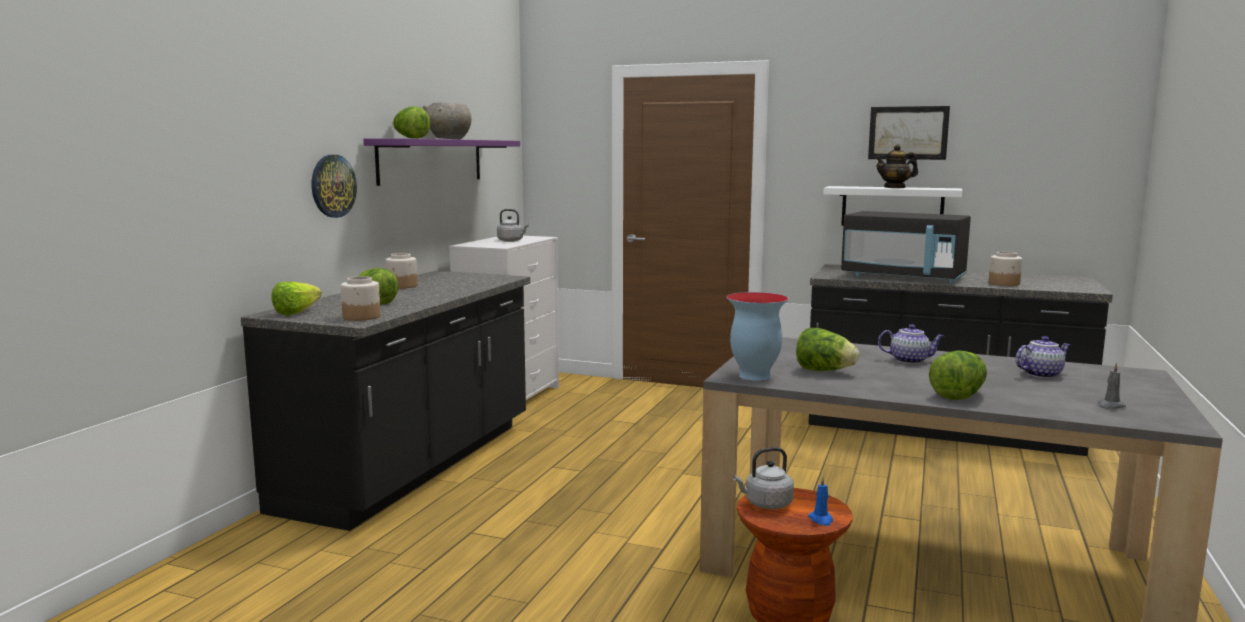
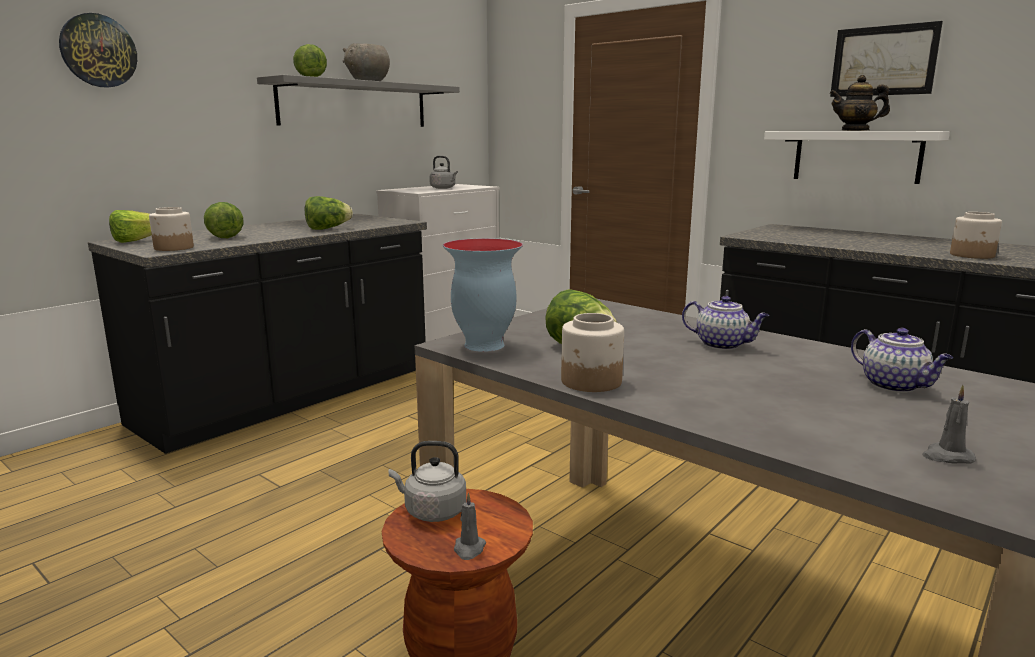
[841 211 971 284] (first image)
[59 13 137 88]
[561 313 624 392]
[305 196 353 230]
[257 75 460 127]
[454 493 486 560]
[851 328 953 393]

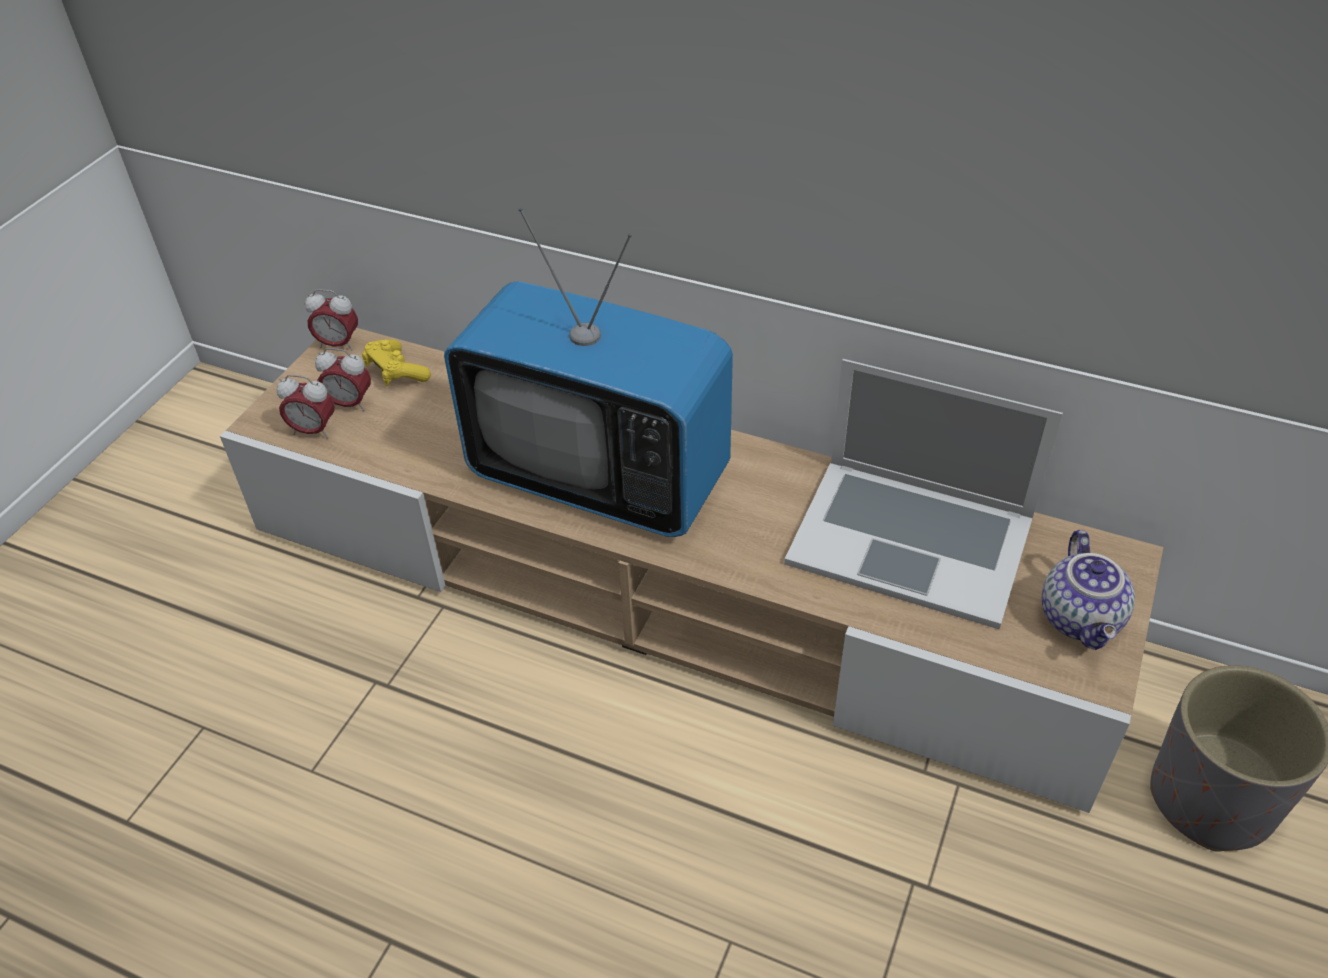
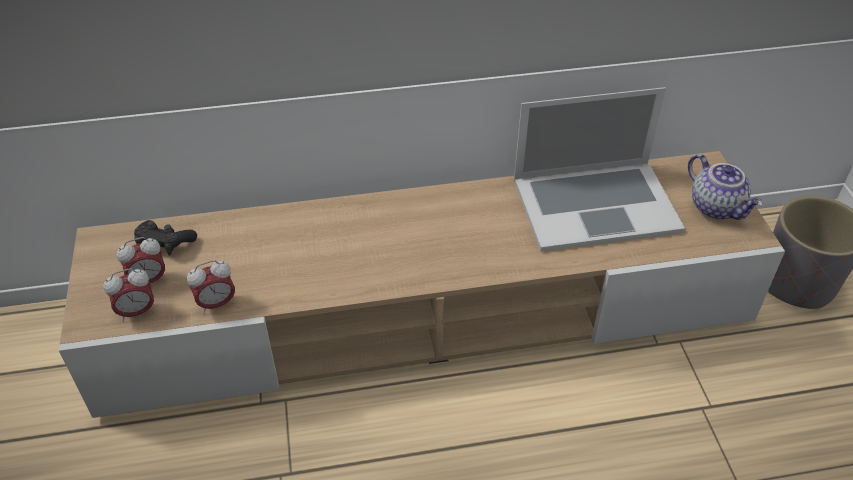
[444 208 733 537] (first image)
[187 260 235 314]
[134 220 197 256]

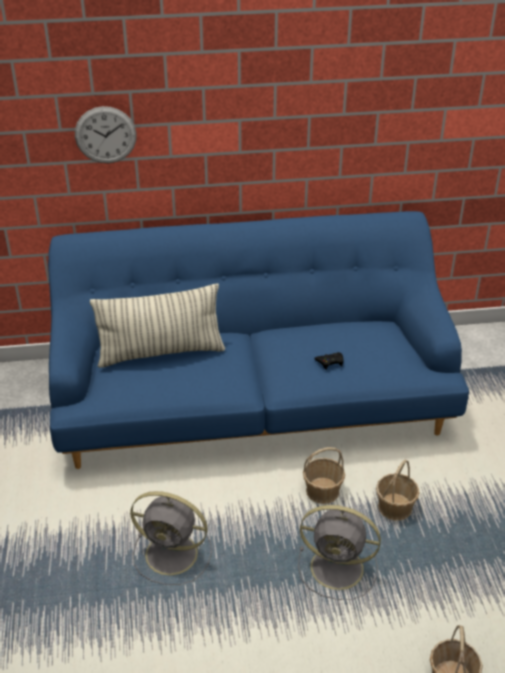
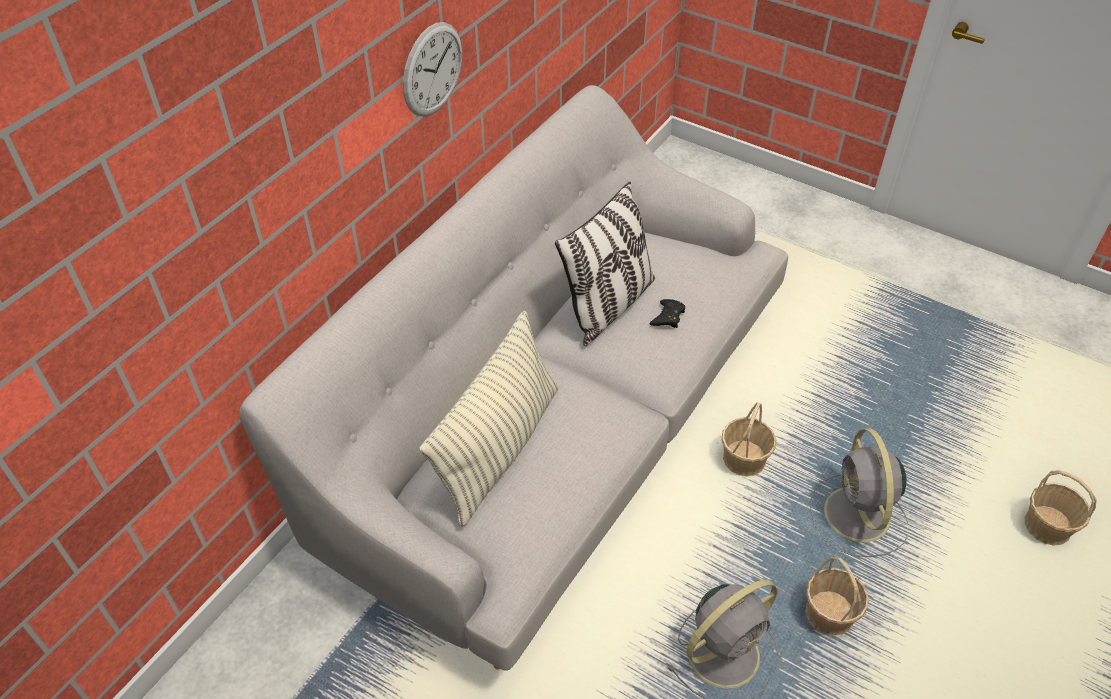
[555 181 655 346]
[403 22 462 117]
[806 556 869 636]
[239 85 788 671]
[810 429 908 557]

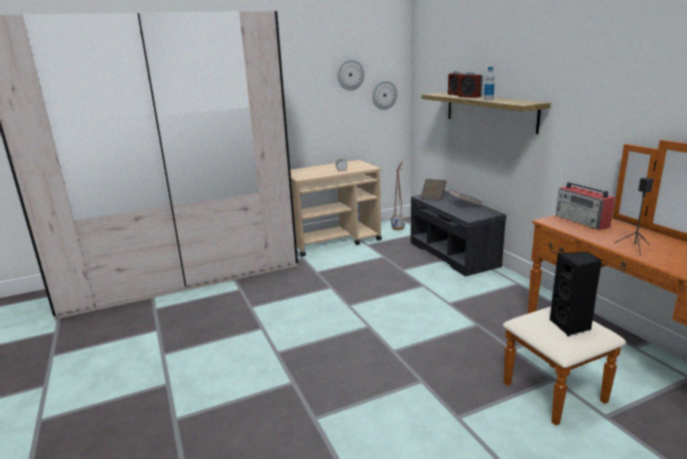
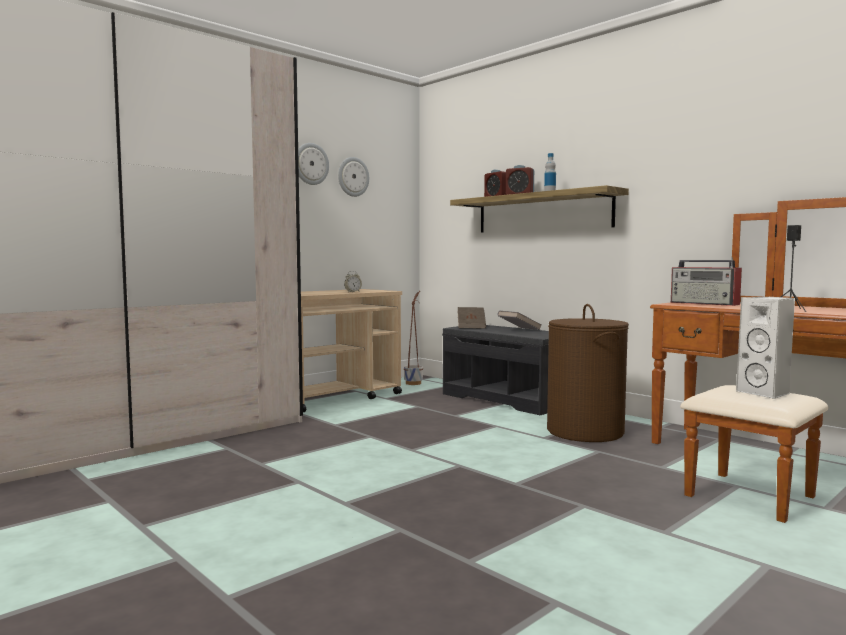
[547 304 629 442]
[298 143 329 185]
[736 297 795 399]

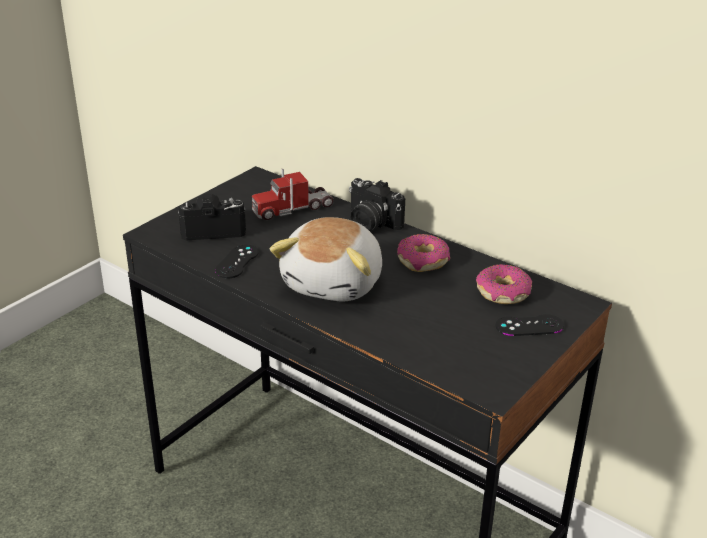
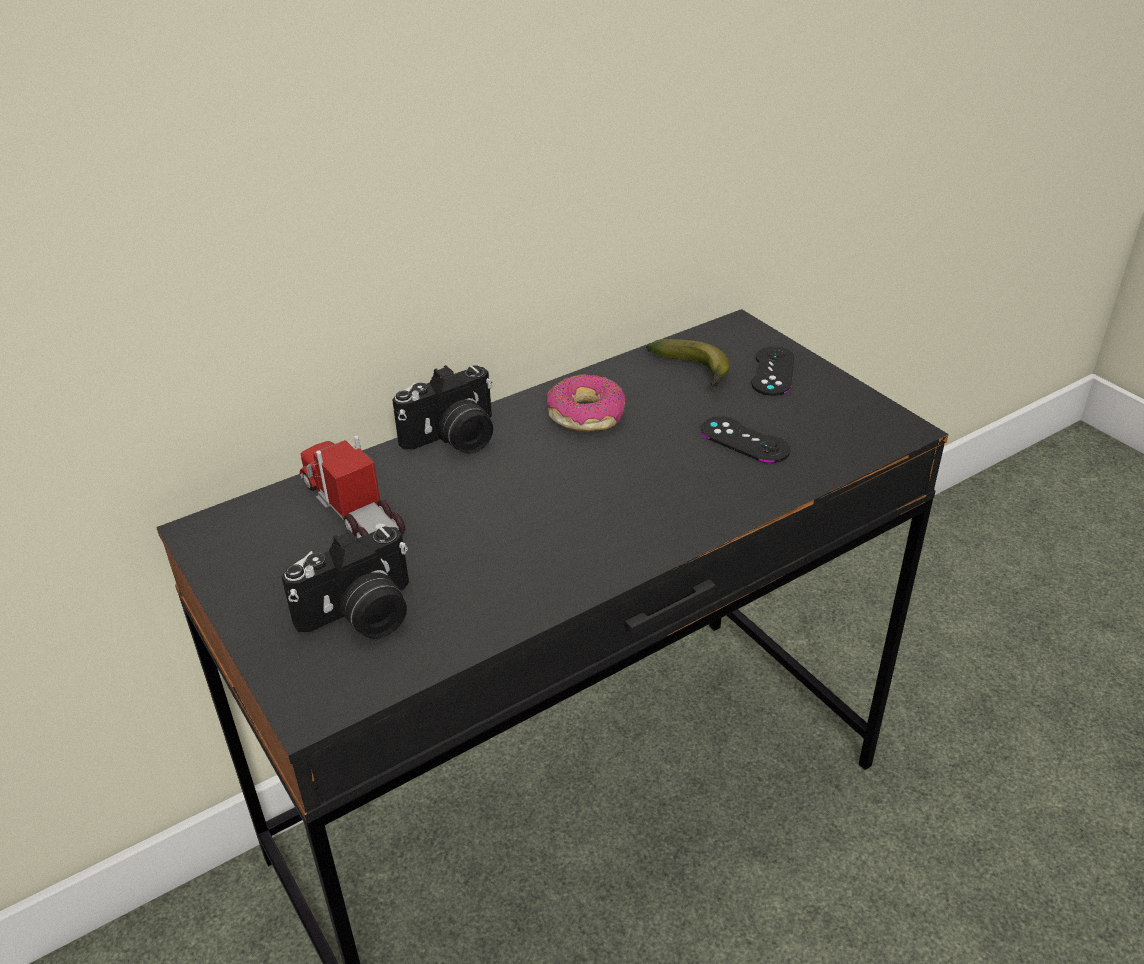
[270 217 382 301] (first image)
[701 416 791 463]
[646 339 730 388]
[281 527 409 639]
[300 435 405 539]

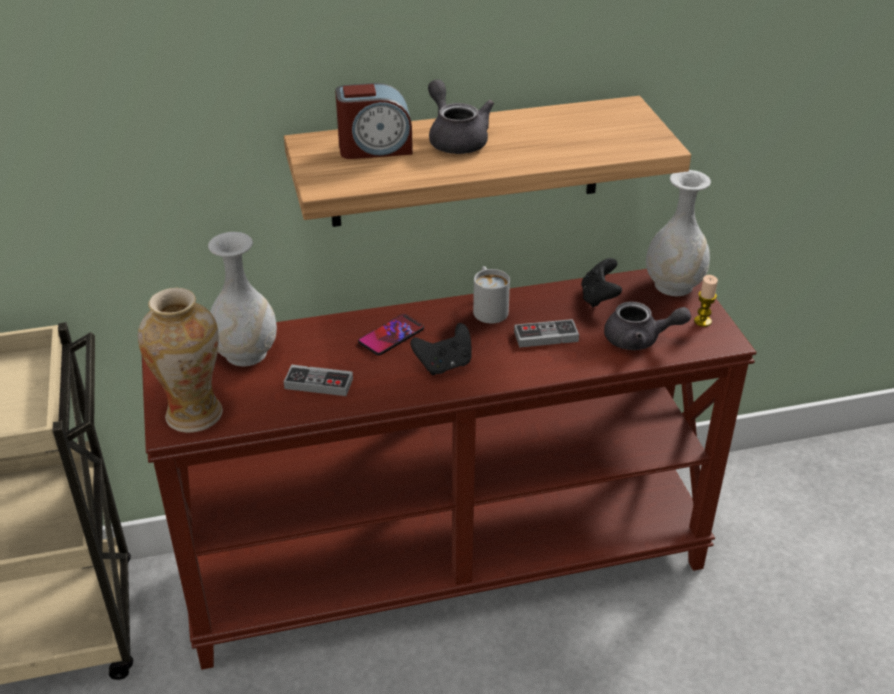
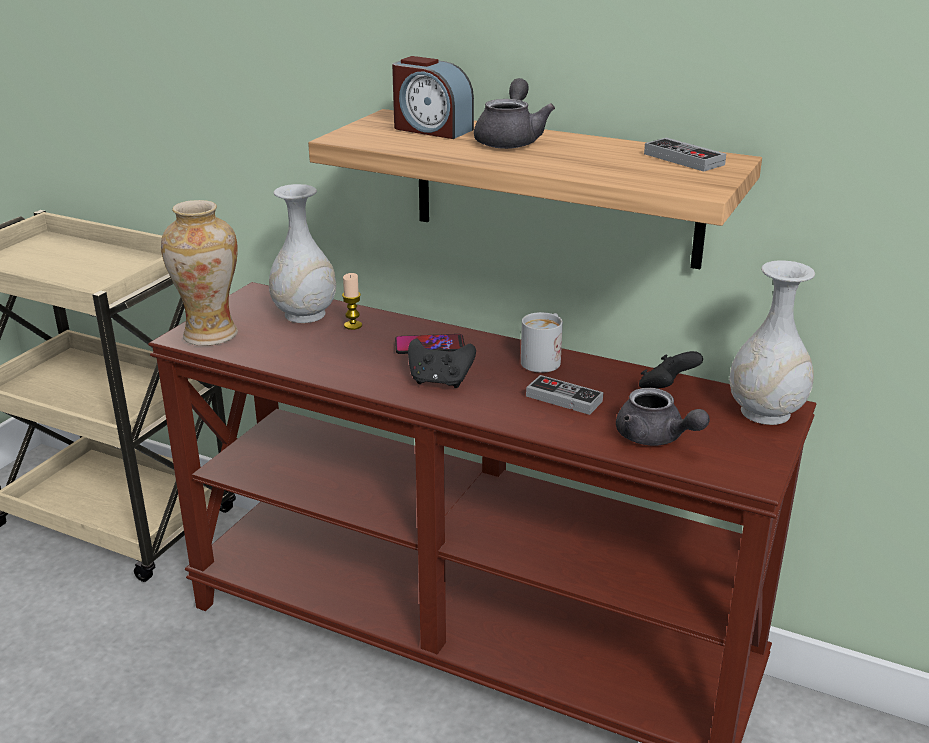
[644 138 726 172]
[342 273 362 330]

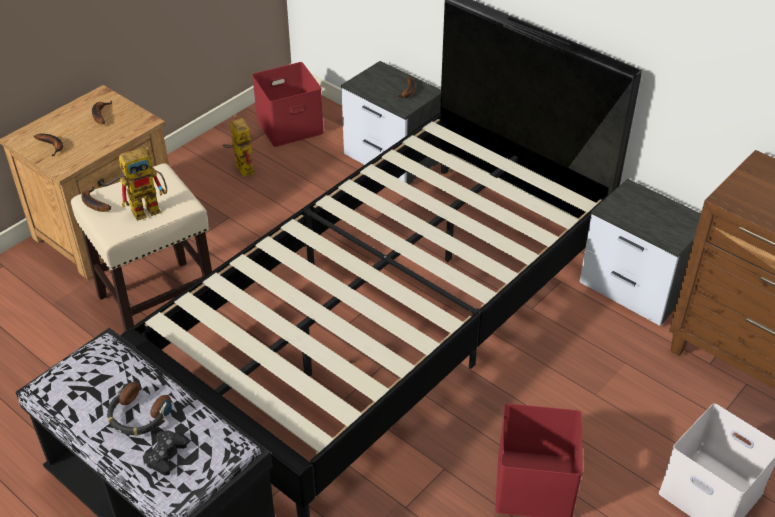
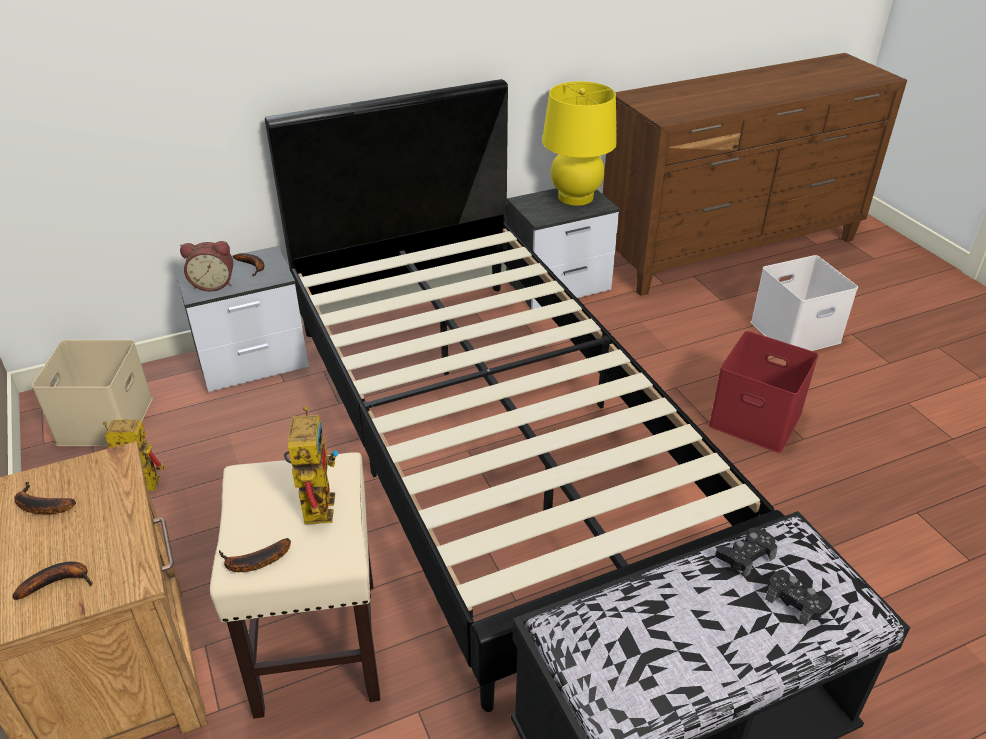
[107 382 172 436] (first image)
[180 241 233 292]
[542 81 617 206]
[715 528 778 577]
[31 340 153 446]

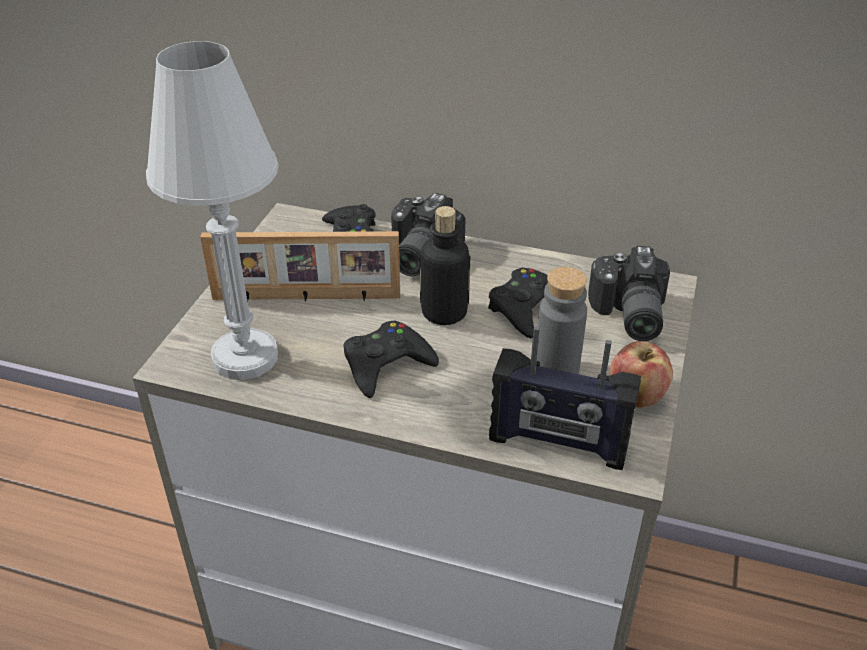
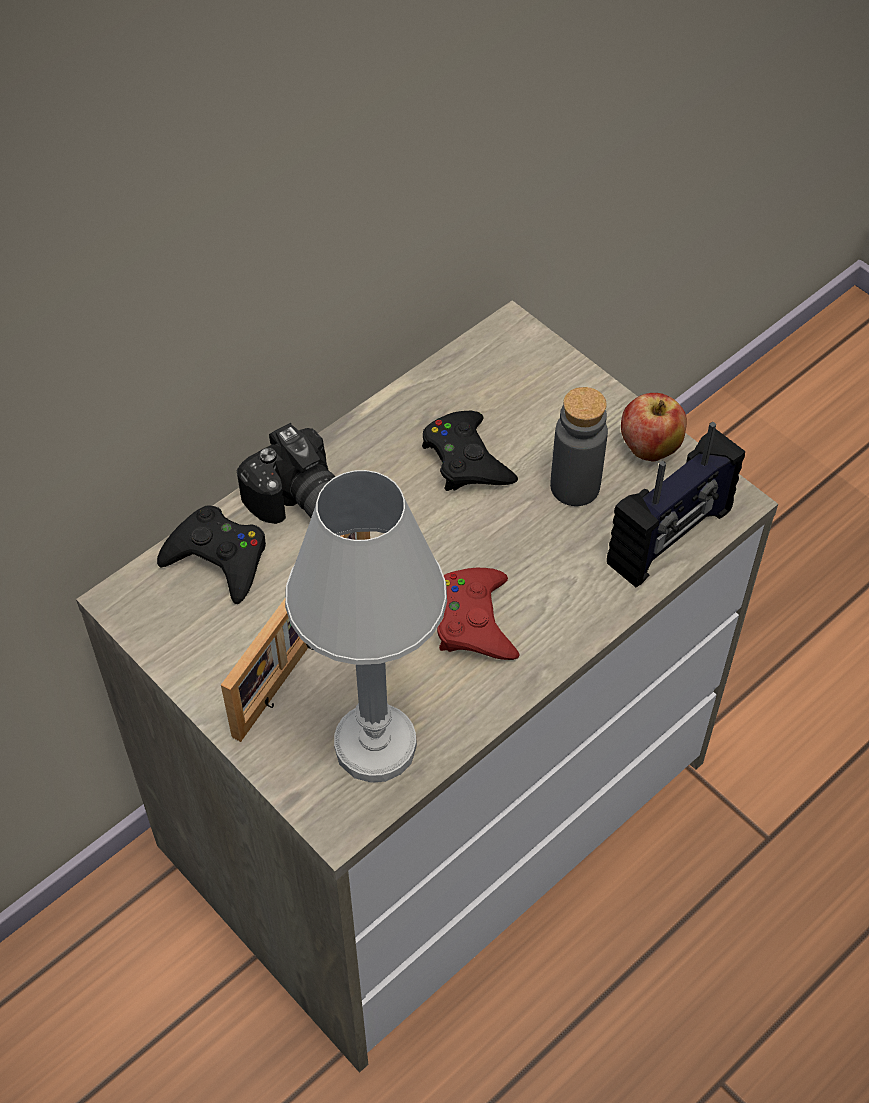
[420 206 470 325] (first image)
[588 246 670 341] (first image)
[437 568 519 660]

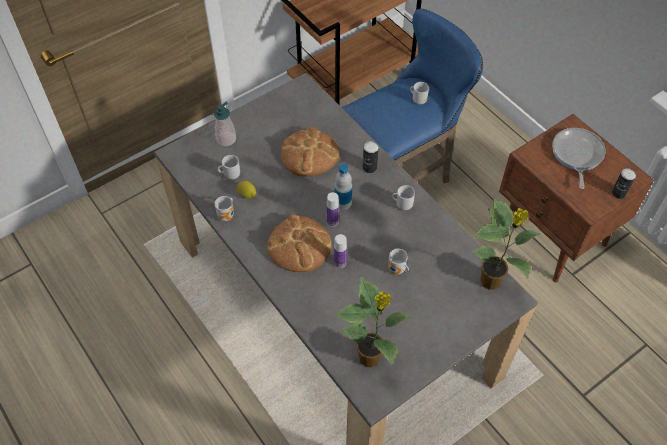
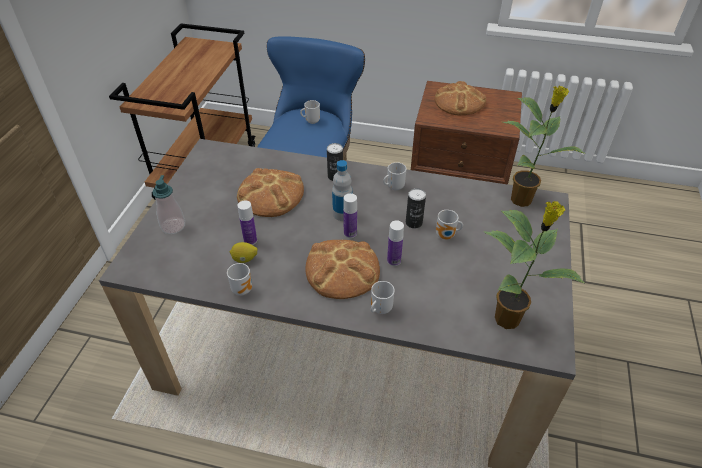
[237 200 257 245]
[371 281 395 314]
[406 188 426 229]
[435 81 486 115]

